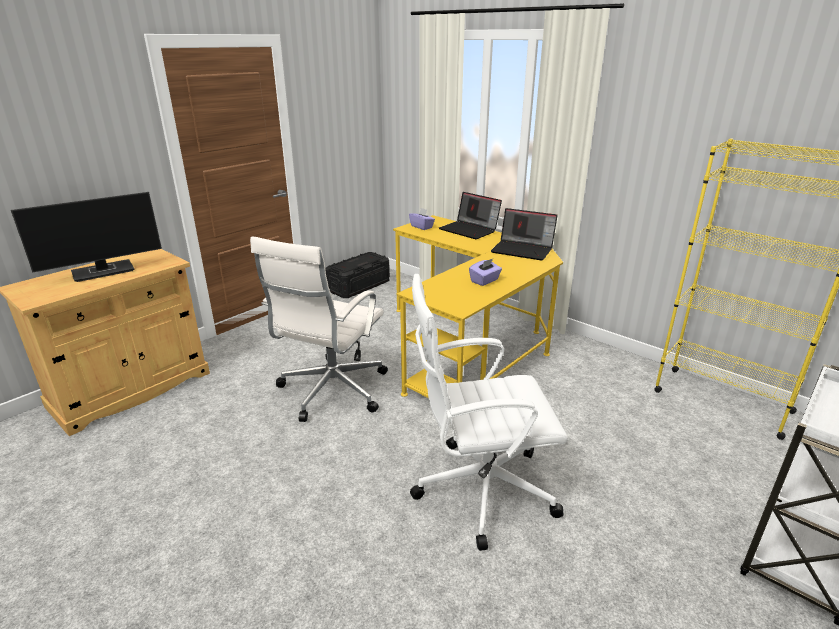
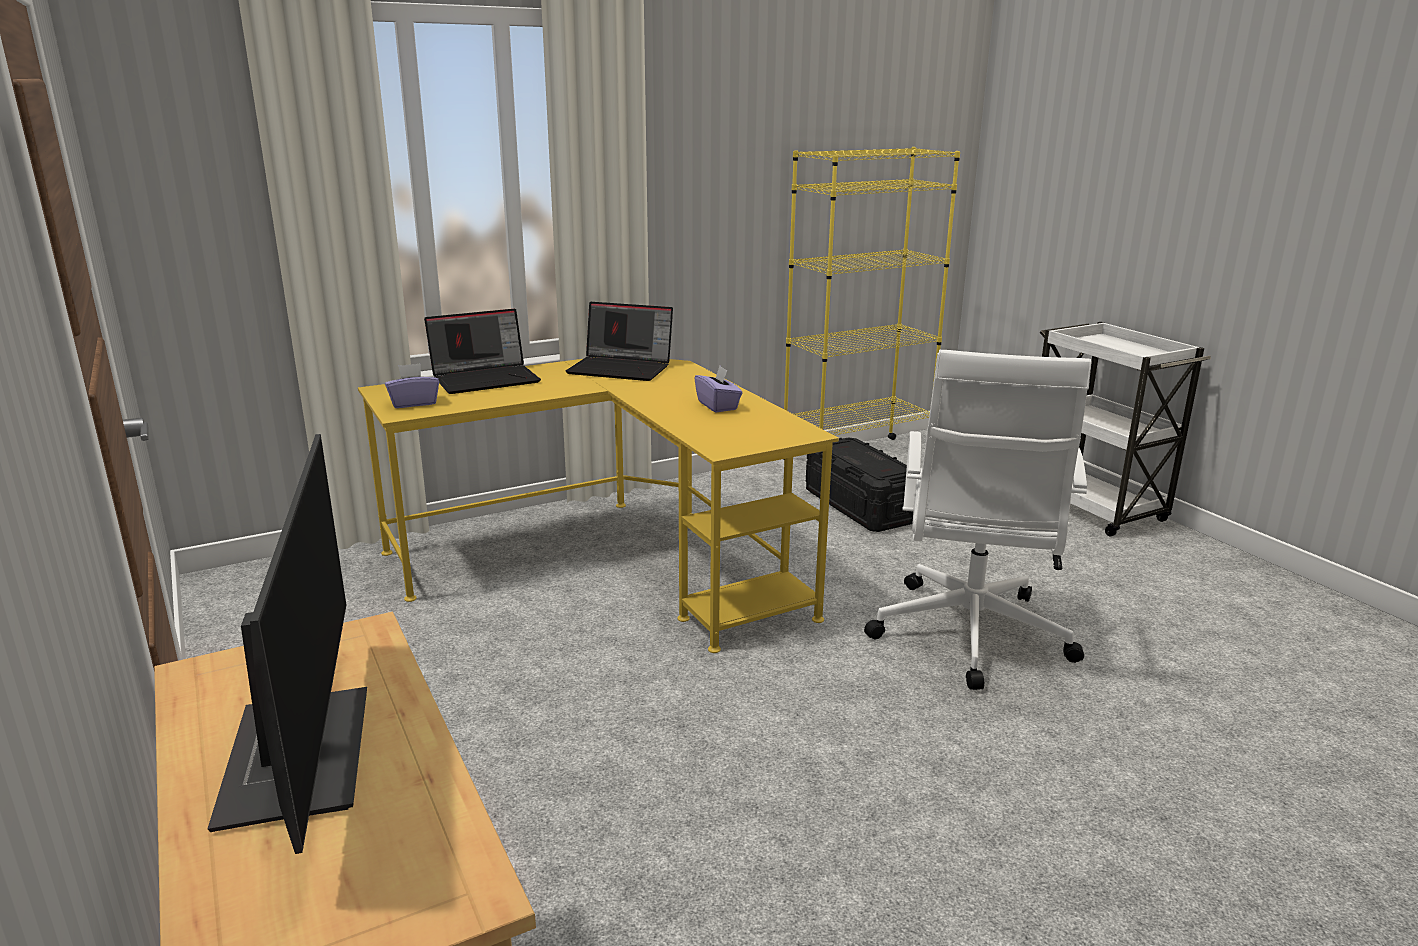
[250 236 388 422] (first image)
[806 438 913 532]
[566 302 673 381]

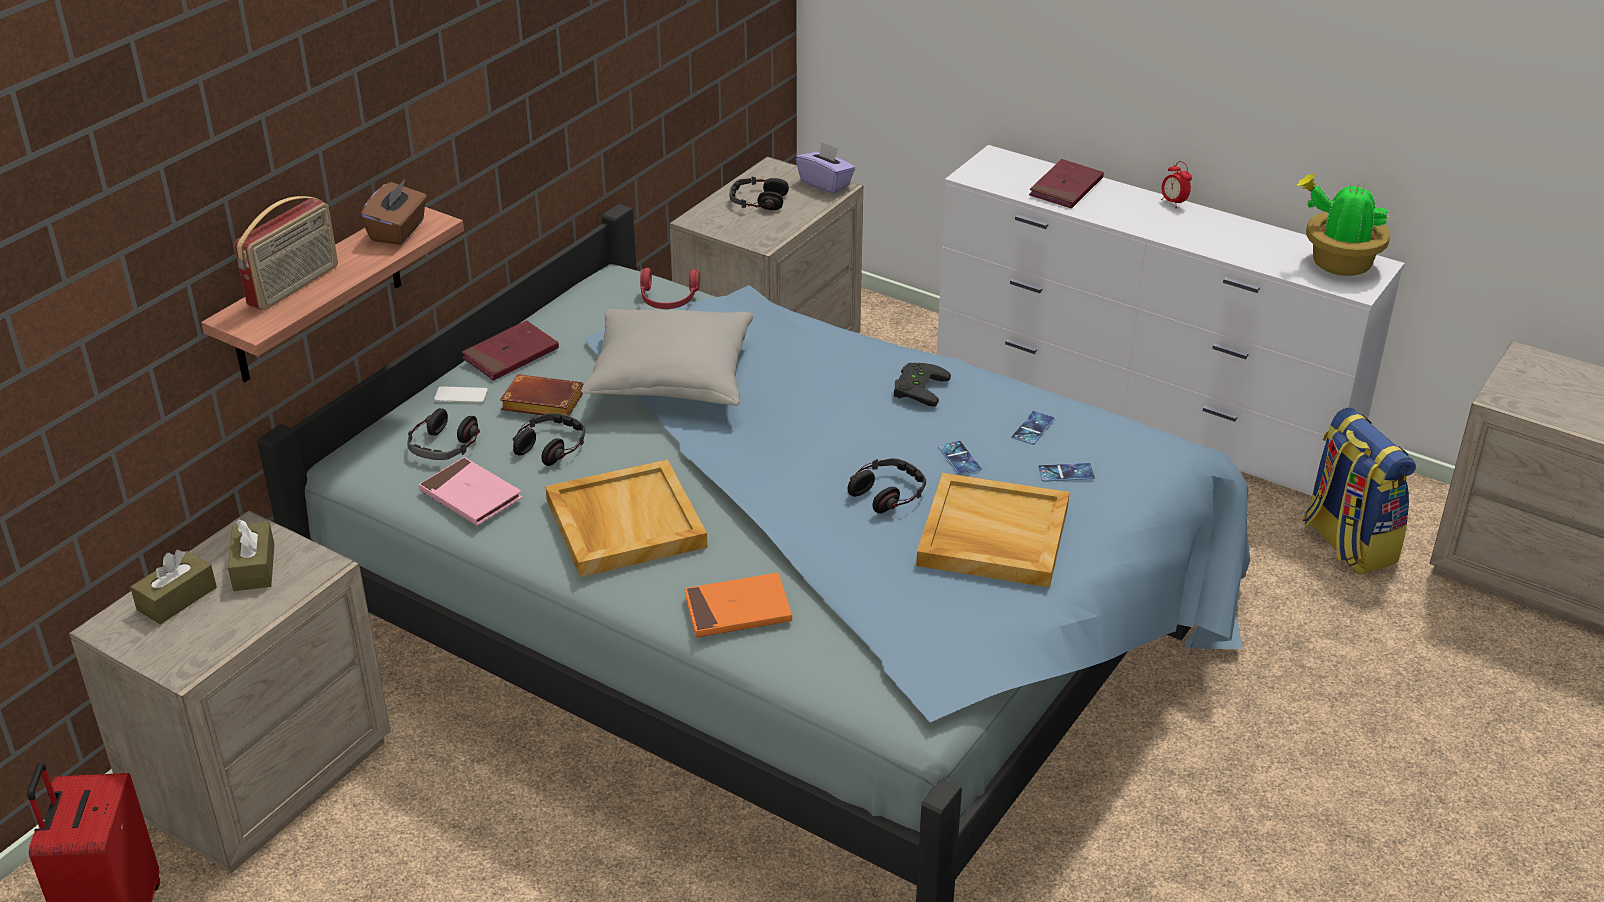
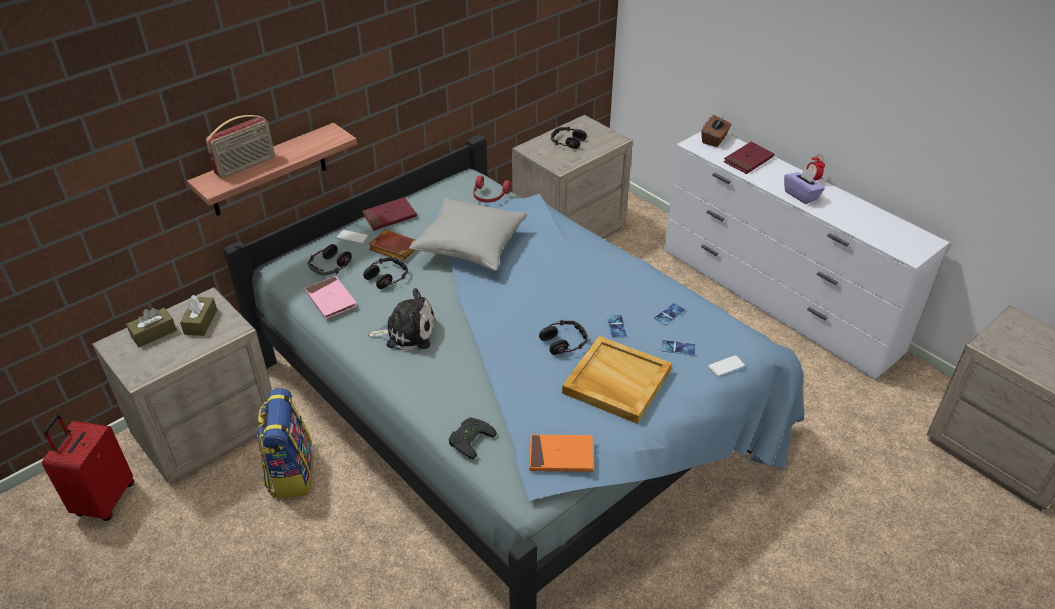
[1297 174 1392 276] (first image)
[708 355 745 376]
[702 115 731 147]
[529 435 593 472]
[784 167 825 204]
[449 417 497 459]
[257 388 313 498]
[367 288 435 351]

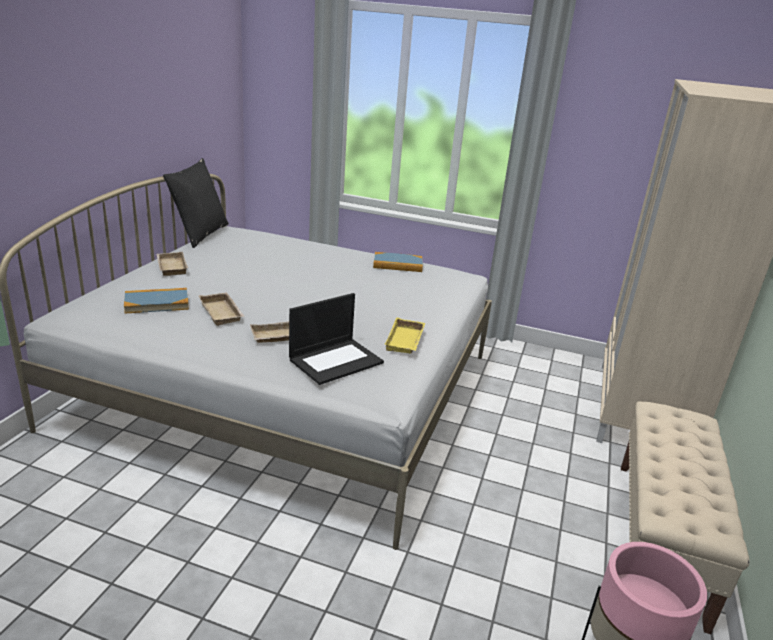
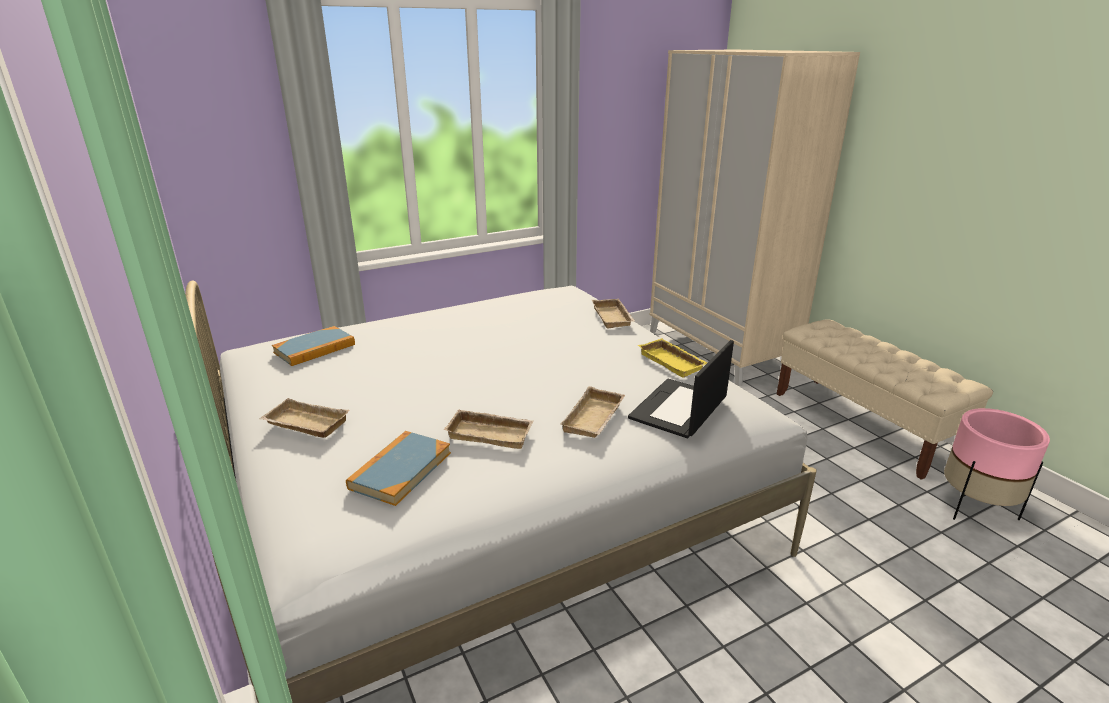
[163 158 229 248] (first image)
[592 299 635 329]
[272 326 355 366]
[628 340 734 438]

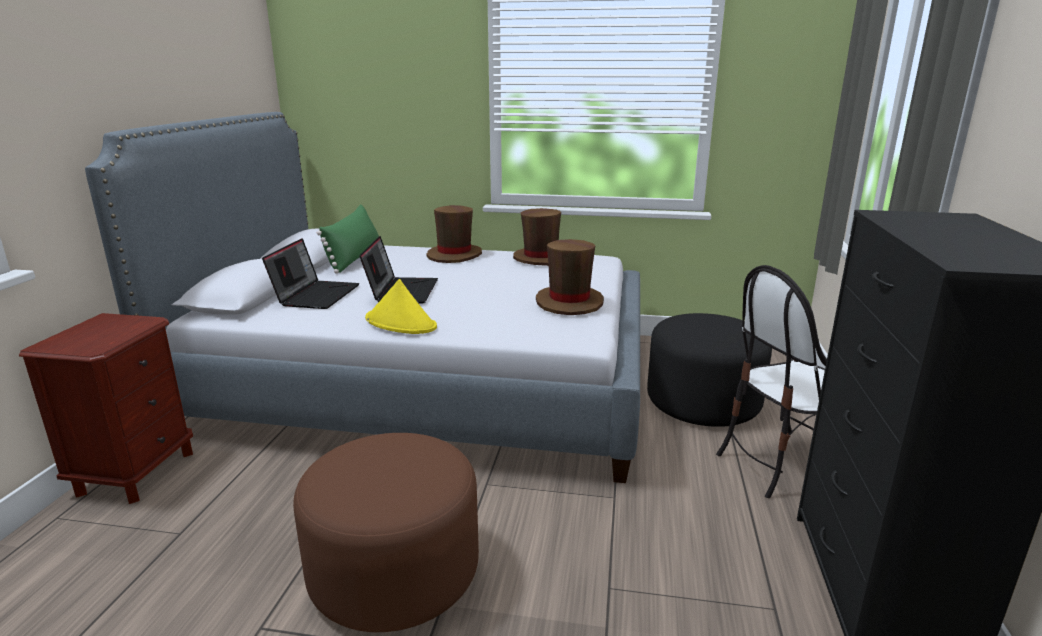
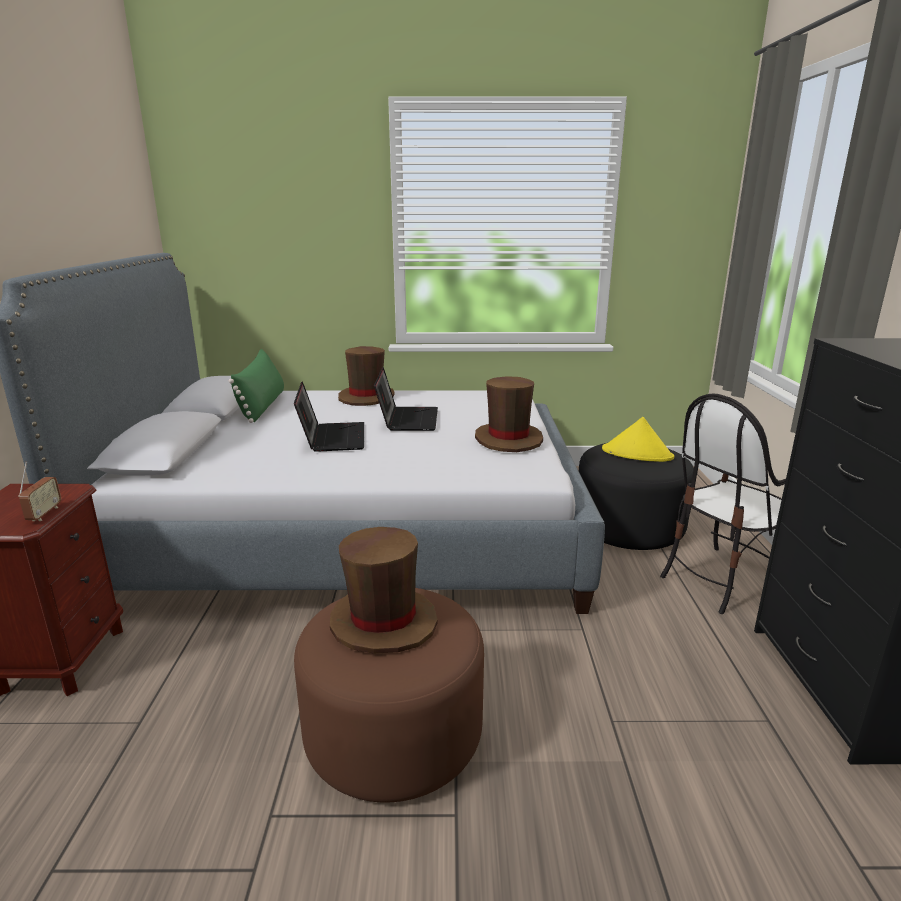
[18 462 61 521]
[374 367 438 431]
[602 417 674 462]
[330 527 437 654]

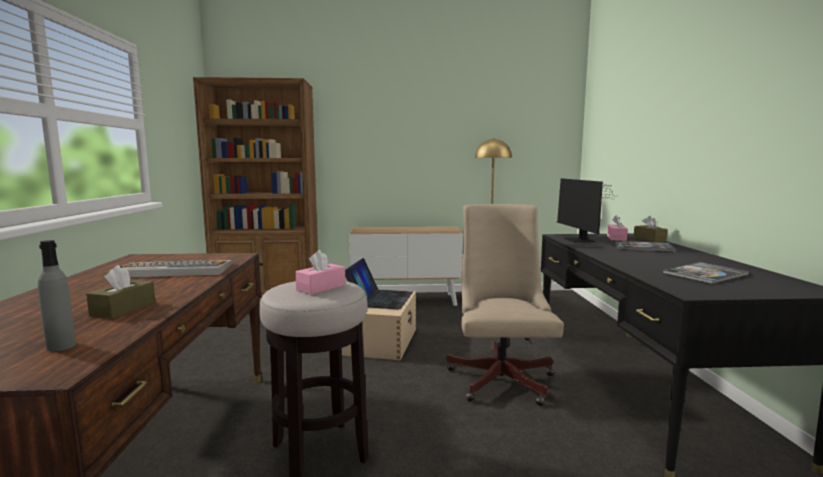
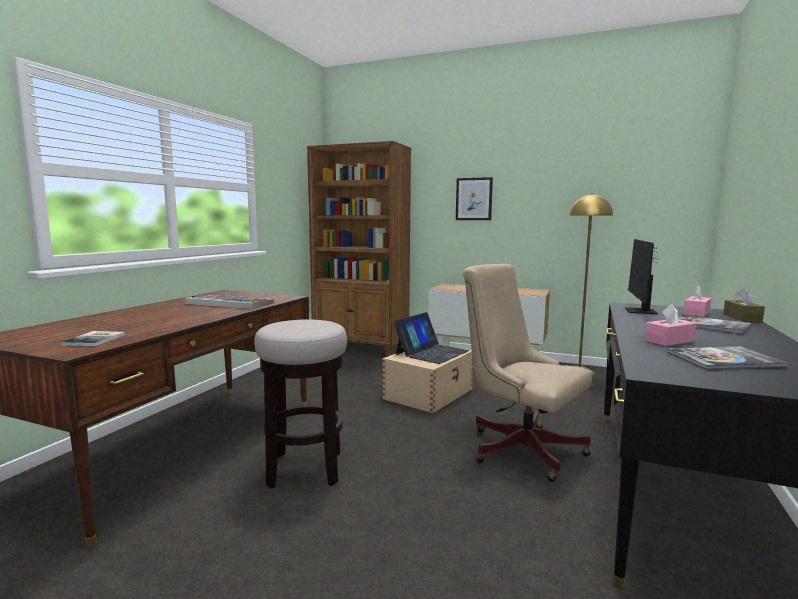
[86 265 155 319] (first image)
[456 177 493 220]
[645 304 696 346]
[60 331 125 346]
[463 264 593 482]

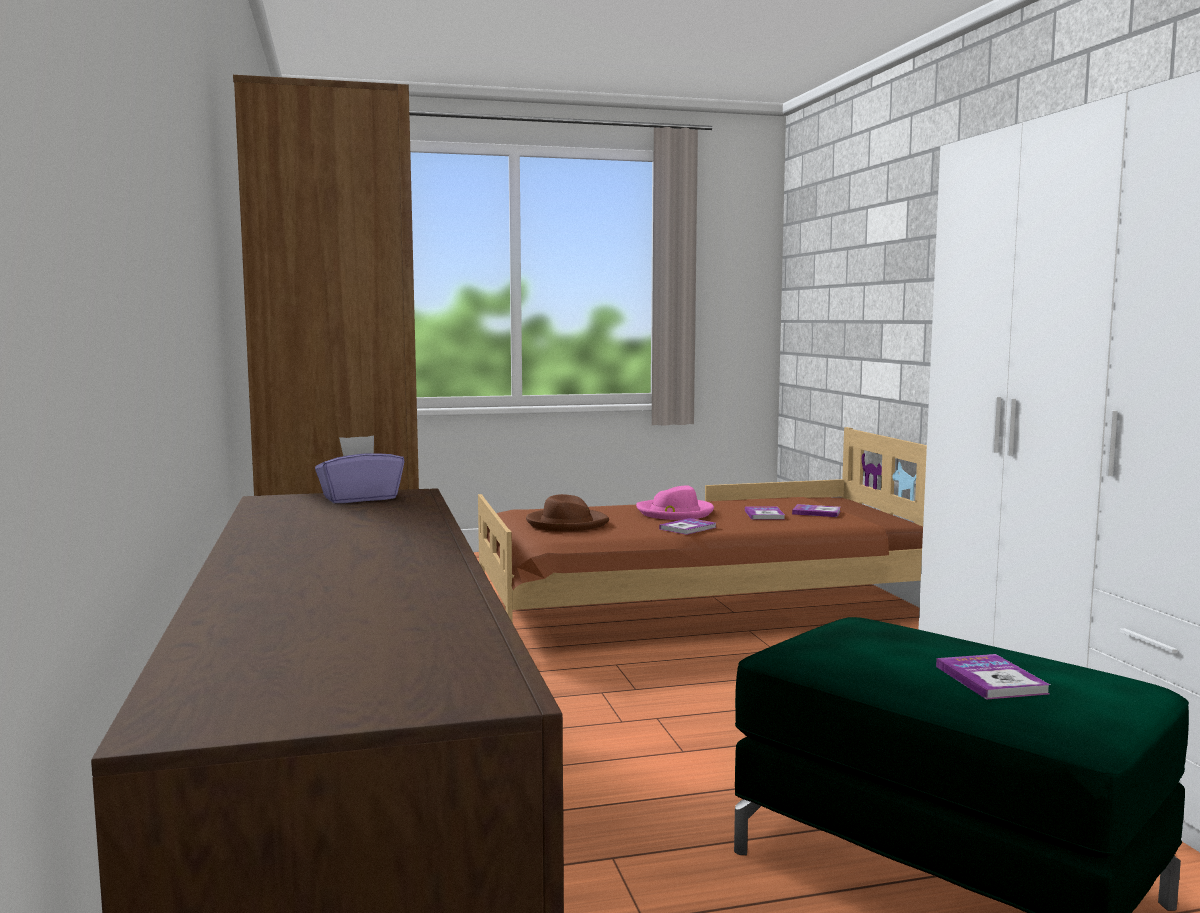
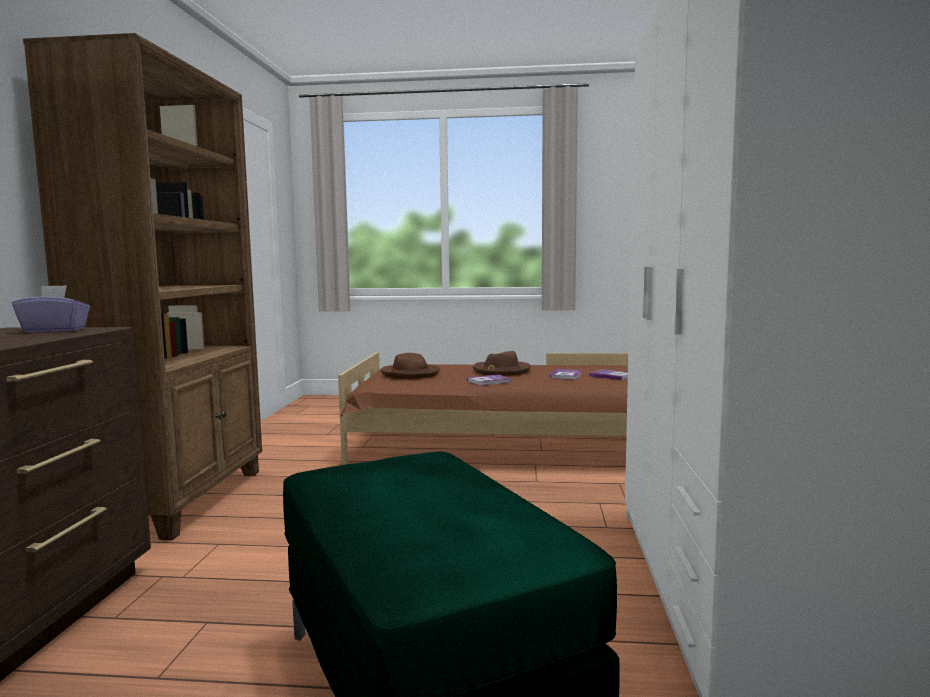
[936 654 1050 700] (first image)
[473 351 531 376]

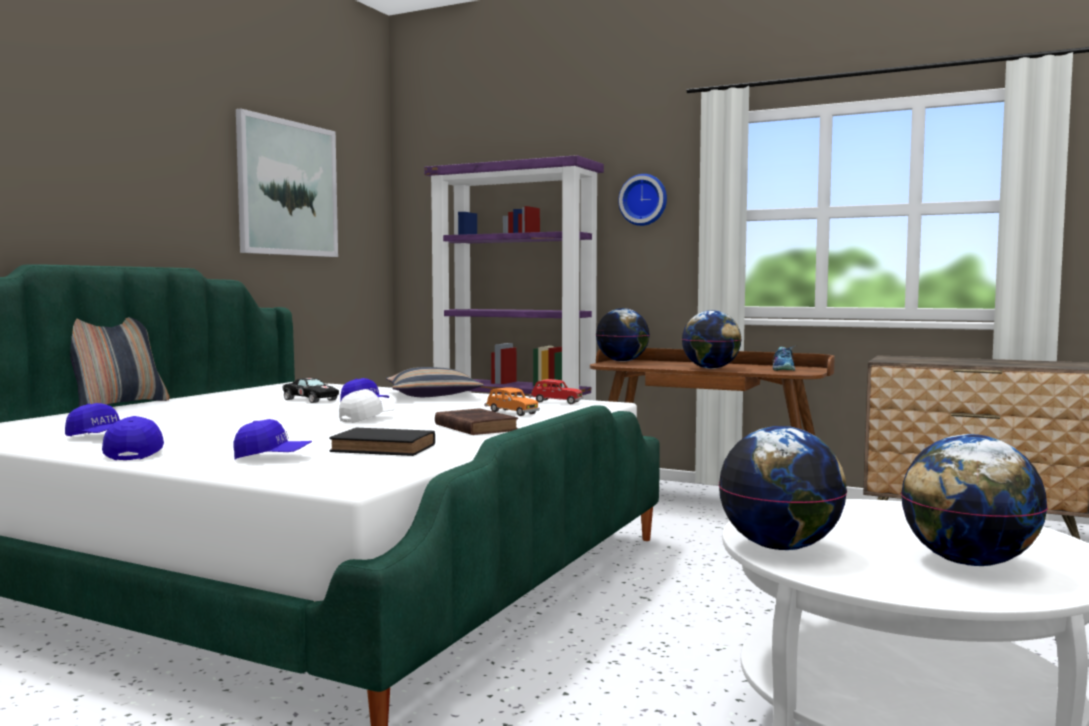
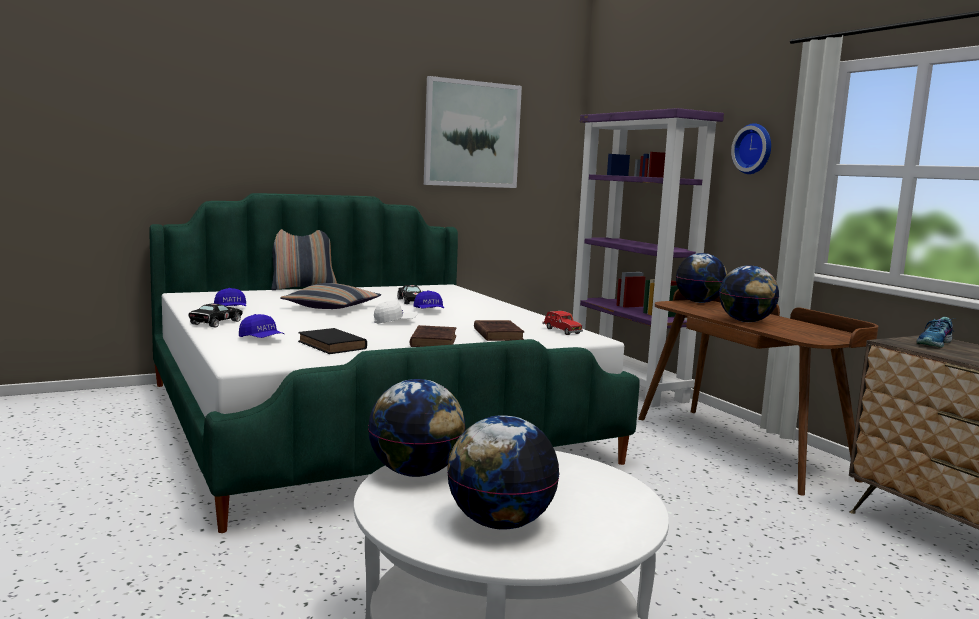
[281 283 381 309]
[917 317 954 348]
[189 303 243 327]
[474 320 524 341]

